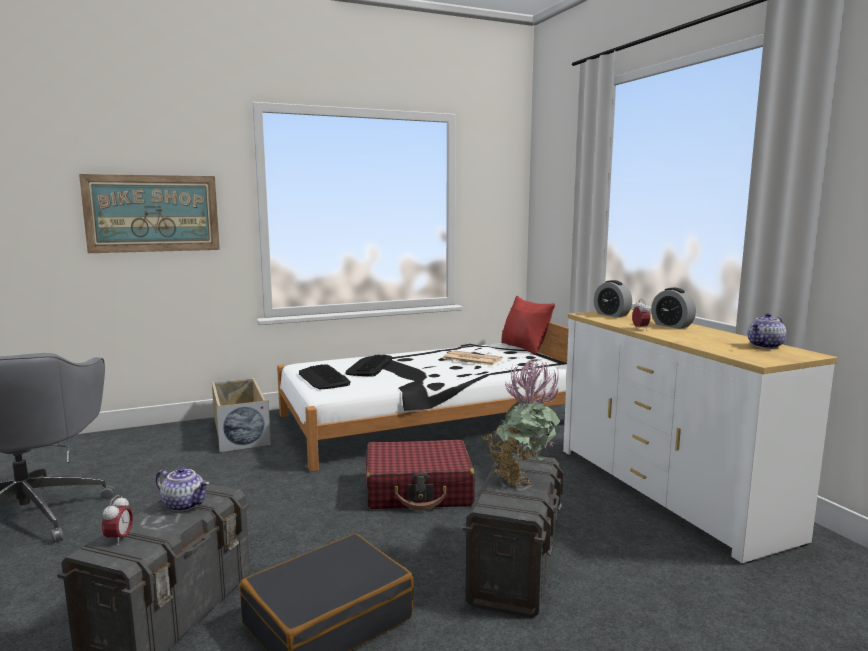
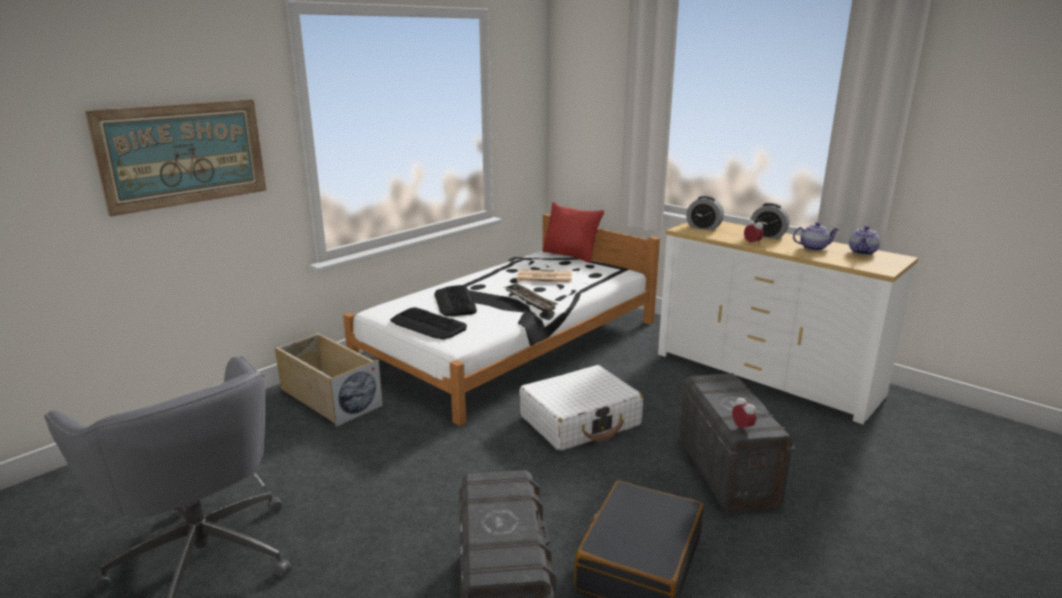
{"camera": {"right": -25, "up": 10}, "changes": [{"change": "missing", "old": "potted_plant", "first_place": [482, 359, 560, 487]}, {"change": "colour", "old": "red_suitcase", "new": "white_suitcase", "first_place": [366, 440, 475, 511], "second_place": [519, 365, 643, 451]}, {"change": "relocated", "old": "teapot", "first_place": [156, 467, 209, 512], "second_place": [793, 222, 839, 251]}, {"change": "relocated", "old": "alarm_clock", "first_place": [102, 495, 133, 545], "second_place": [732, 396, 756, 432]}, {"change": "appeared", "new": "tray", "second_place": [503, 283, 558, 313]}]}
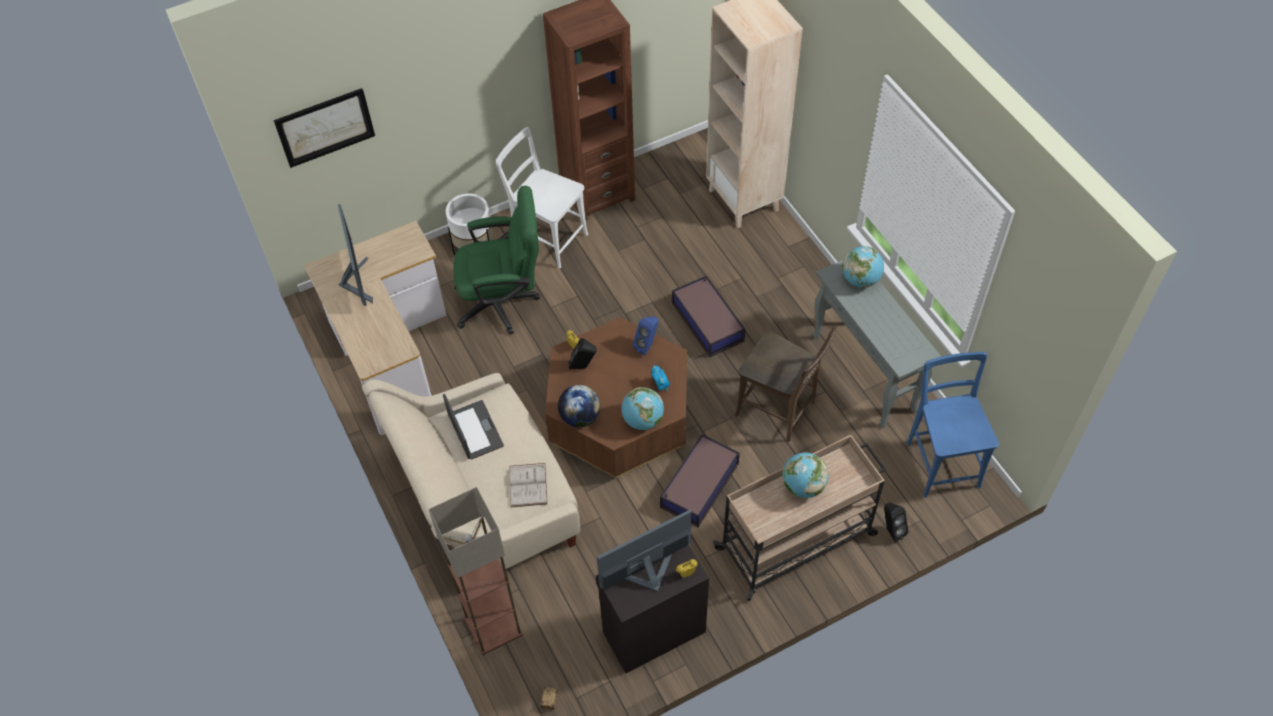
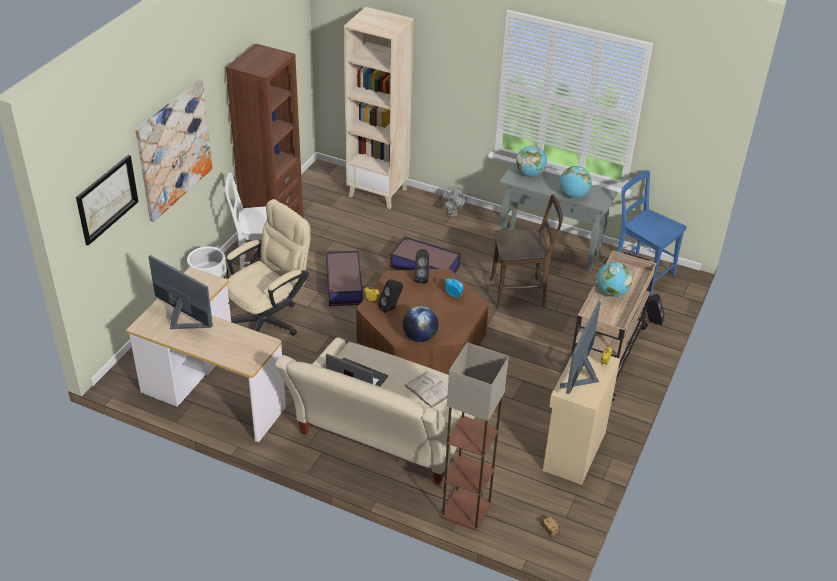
{"camera": {"right": -40, "up": -15}, "changes": [{"change": "colour", "old": "green_office_chair", "new": "beige_office_chair", "first_place": [454, 186, 540, 335], "second_place": [227, 199, 310, 336]}, {"change": "colour", "old": "blue_speaker", "new": "black_speaker", "first_place": [633, 316, 659, 355], "second_place": [414, 249, 429, 283]}, {"change": "relocated", "old": "globe", "first_place": [621, 387, 664, 430], "second_place": [559, 166, 592, 198]}, {"change": "relocated", "old": "storage_box", "first_place": [660, 434, 740, 527], "second_place": [326, 251, 363, 306]}, {"change": "colour", "old": "black_cabinet", "new": "beige_cabinet", "first_place": [596, 545, 709, 674], "second_place": [543, 349, 620, 485]}, {"change": "appeared", "new": "picture", "second_place": [135, 79, 212, 222]}, {"change": "appeared", "new": "grey_fan", "second_place": [440, 187, 467, 217]}]}
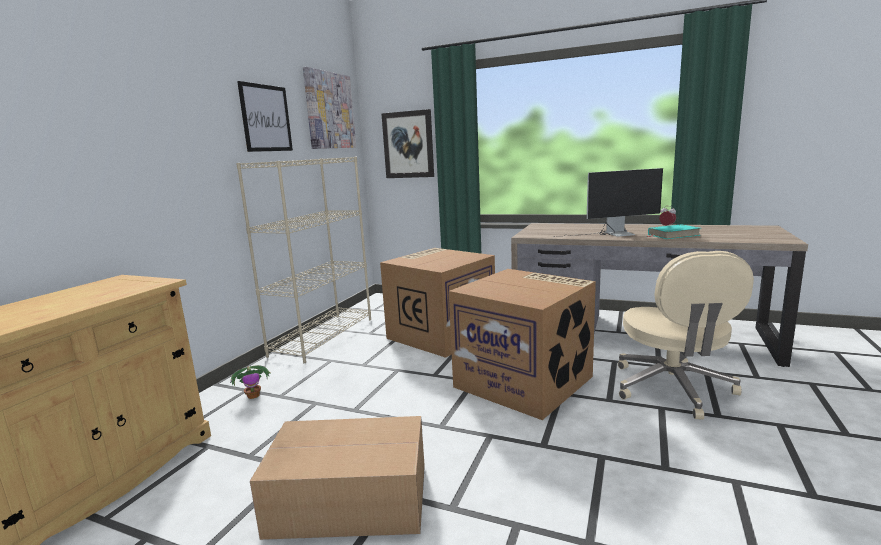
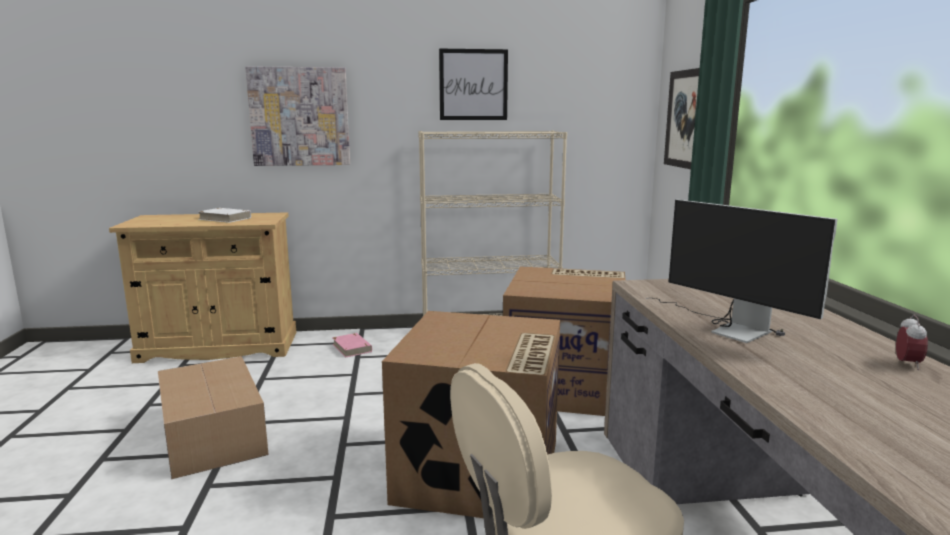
{"camera": {"right": 60, "up": 0}, "changes": [{"change": "relocated", "old": "picture", "first_place": [303, 67, 356, 149], "second_place": [245, 66, 350, 166]}, {"change": "missing", "old": "turquoise_book", "first_place": [647, 224, 700, 239]}, {"change": "exchanged", "old": "potted_plant", "new": "pink_book", "first_place": [230, 365, 271, 399], "second_place": [332, 333, 372, 357]}, {"change": "appeared", "new": "white_book", "second_place": [198, 208, 251, 223]}]}
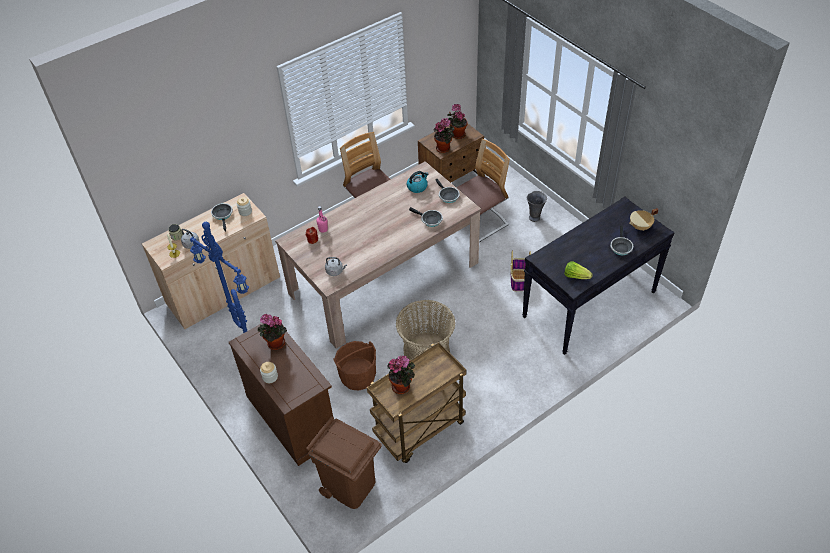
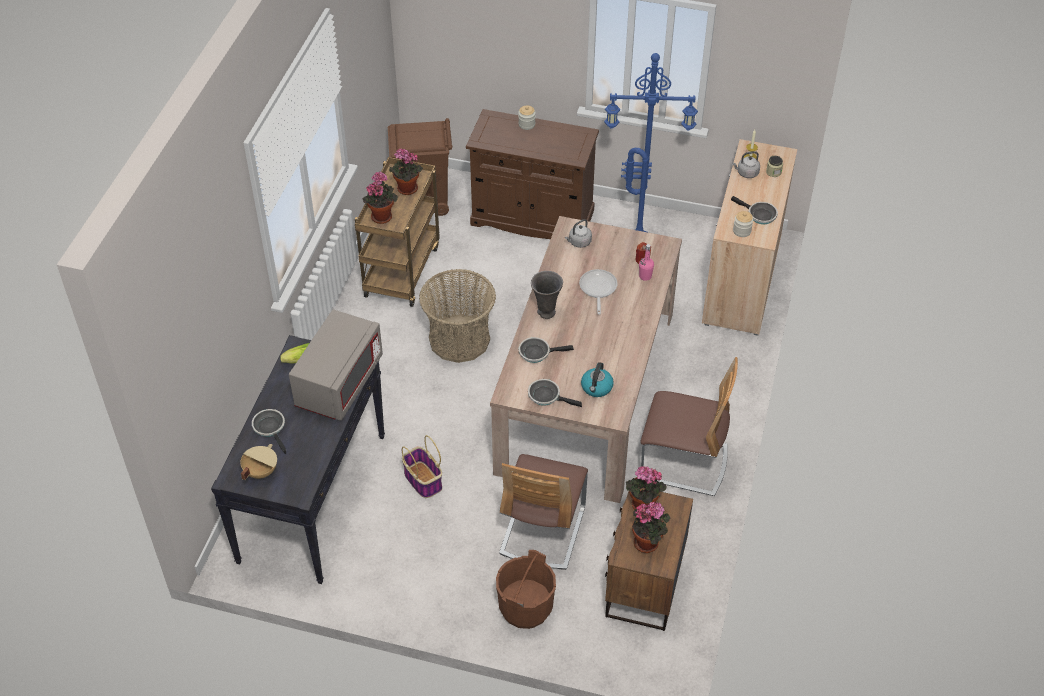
{"camera": {"right": 140, "up": 0}, "changes": [{"change": "relocated", "old": "grey_vase", "first_place": [527, 191, 547, 222], "second_place": [531, 271, 563, 319]}, {"change": "relocated", "old": "potted_plant", "first_place": [258, 314, 287, 350], "second_place": [362, 172, 398, 224]}, {"change": "relocated", "old": "brown_bucket", "first_place": [333, 341, 376, 390], "second_place": [496, 550, 556, 629]}, {"change": "appeared", "new": "frying_pan", "second_place": [579, 269, 618, 314]}, {"change": "appeared", "new": "grey_microwave", "second_place": [289, 309, 383, 421]}]}
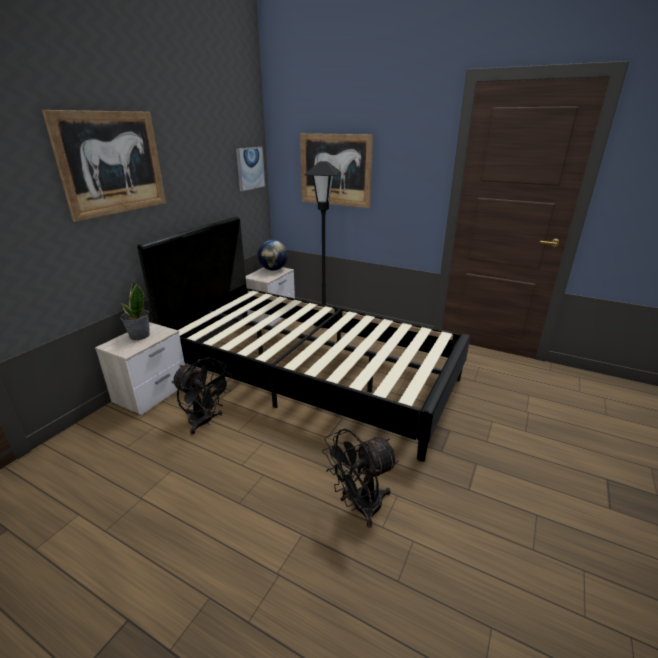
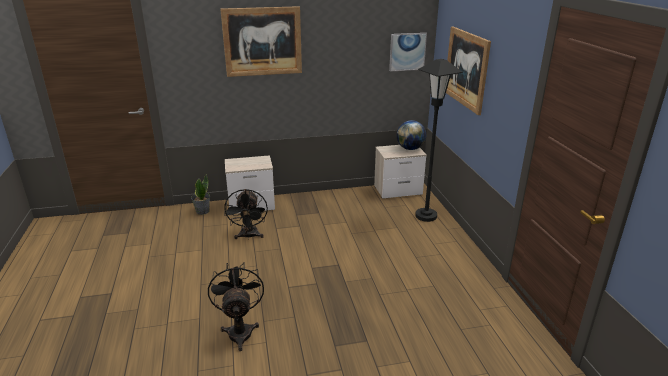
{"camera": {"right": 50, "up": 0}, "changes": [{"change": "missing", "old": "black_bed", "first_place": [137, 217, 470, 462]}, {"change": "relocated", "old": "potted_plant", "first_place": [120, 280, 150, 340], "second_place": [191, 174, 210, 215]}, {"change": "spun", "old": "black_fan", "first_place": [322, 428, 399, 528], "second_place": [208, 262, 264, 351], "degrees": 60}]}
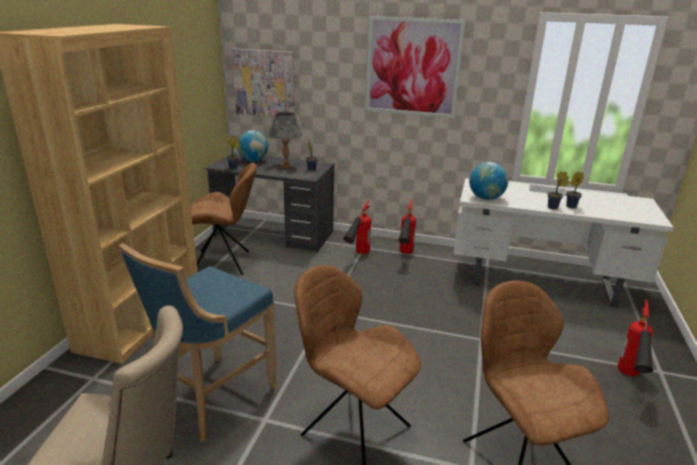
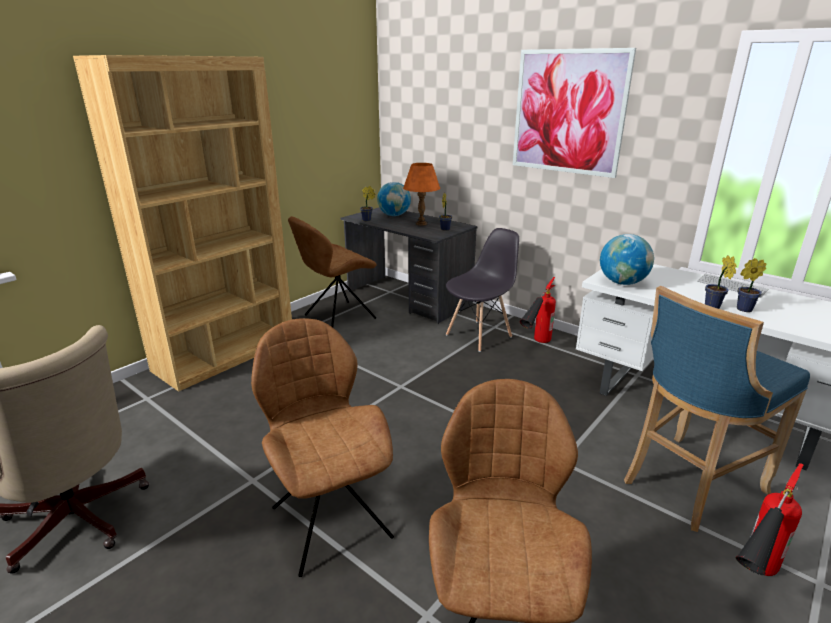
{"camera": {"right": 25, "up": 0}, "changes": [{"change": "missing", "old": "picture", "first_place": [232, 48, 295, 117]}, {"change": "colour", "old": "grey_table_lamp", "new": "orange_table_lamp", "first_place": [269, 112, 302, 168], "second_place": [403, 163, 440, 226]}, {"change": "spun", "old": "brown_chair", "first_place": [190, 163, 257, 275], "second_place": [288, 216, 377, 327], "degrees": 120}, {"change": "exchanged", "old": "fire_extinguisher", "new": "grey_chair", "first_place": [343, 200, 371, 254], "second_place": [446, 228, 519, 352]}, {"change": "relocated", "old": "blue_stool", "first_place": [118, 243, 279, 441], "second_place": [624, 286, 810, 532]}]}
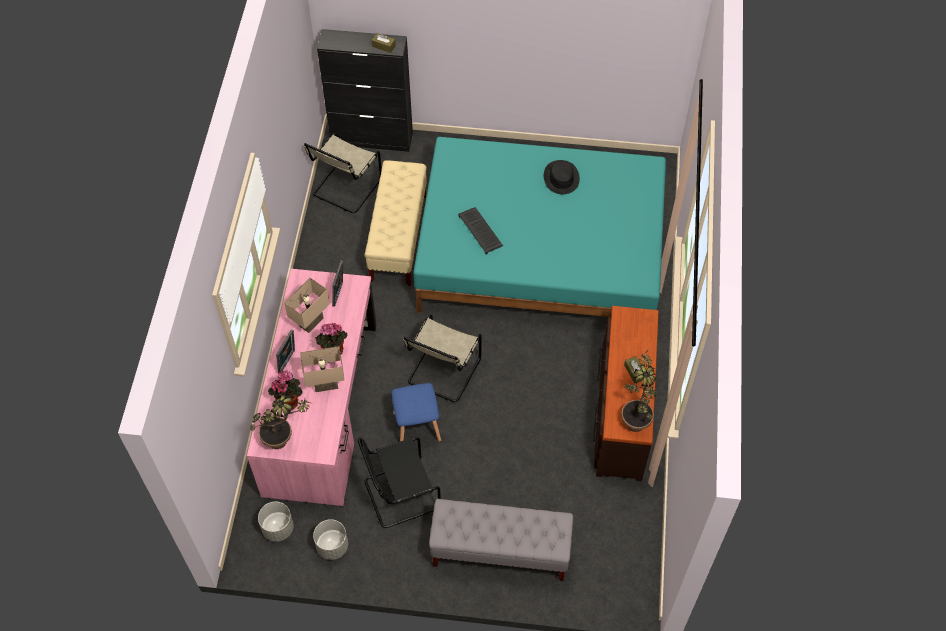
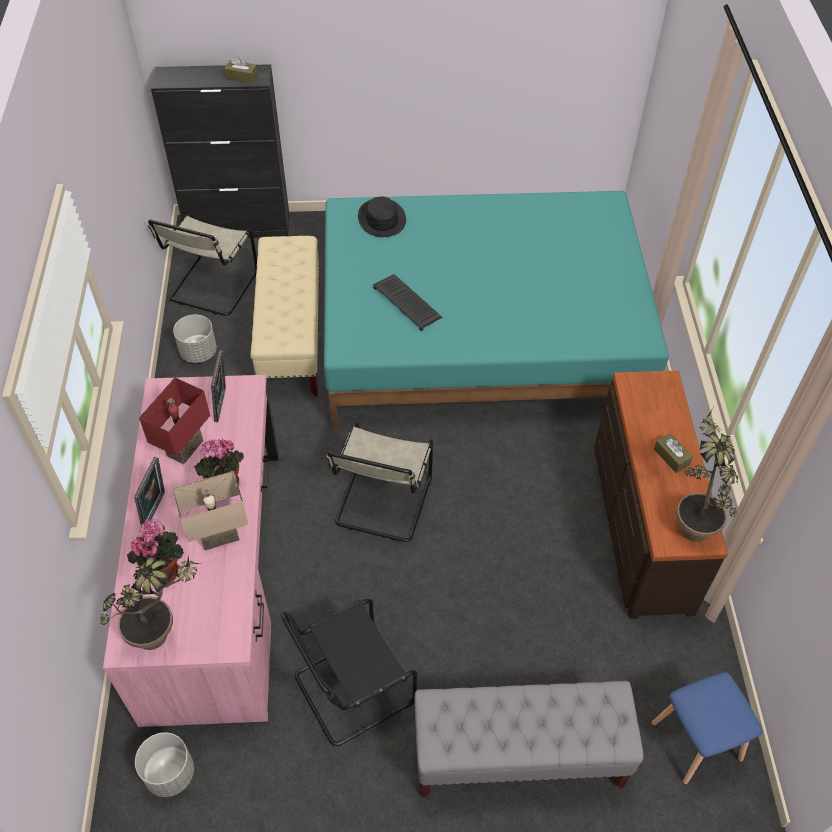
{"camera": {"right": -10, "up": -5}, "changes": [{"change": "relocated", "old": "black_hat", "first_place": [544, 160, 580, 194], "second_place": [358, 197, 406, 237]}, {"change": "colour", "old": "beige_table_lamp", "new": "red_table_lamp", "first_place": [284, 278, 330, 333], "second_place": [139, 378, 210, 465]}, {"change": "relocated", "old": "blue_stool", "first_place": [391, 383, 441, 442], "second_place": [652, 672, 763, 785]}, {"change": "relocated", "old": "grey_planter", "first_place": [313, 519, 348, 560], "second_place": [173, 315, 217, 363]}]}
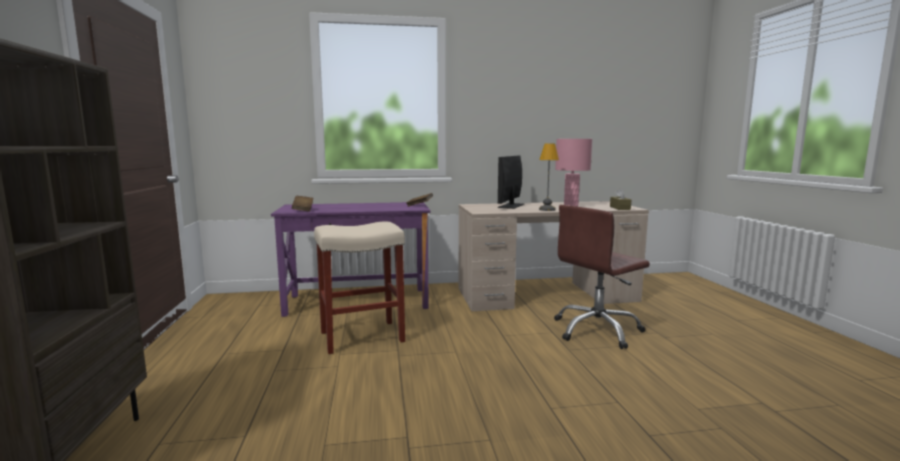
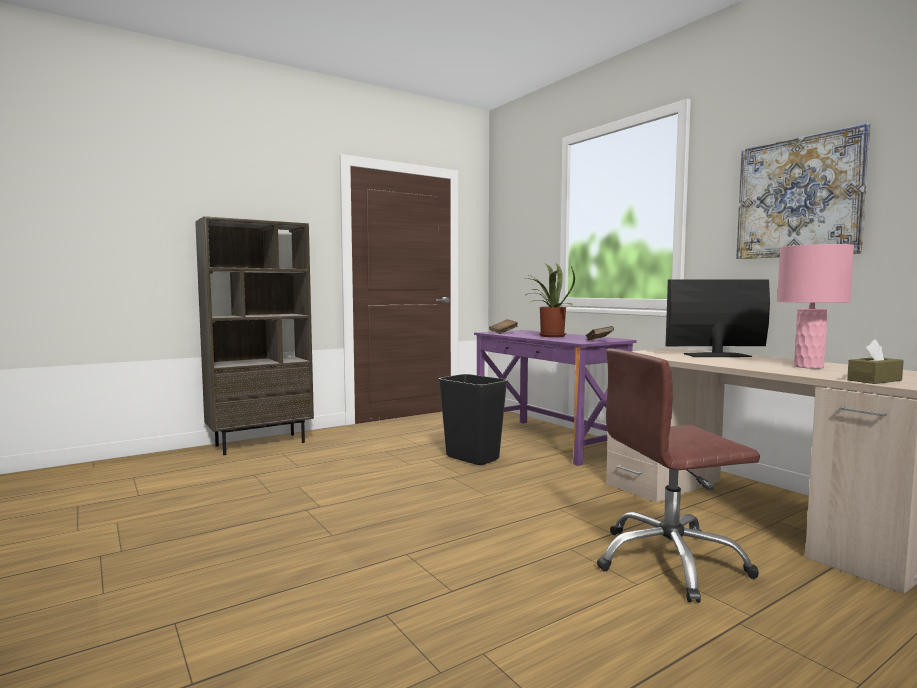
{"camera": {"right": 65, "up": -5}, "changes": [{"change": "missing", "old": "table_lamp", "first_place": [539, 144, 559, 211]}, {"change": "spun", "old": "brown_office_chair", "first_place": [554, 205, 650, 349], "second_place": [597, 348, 760, 603], "degrees": -45}, {"change": "exchanged", "old": "beige_stool", "new": "black_trash_can", "first_place": [314, 221, 405, 354], "second_place": [438, 374, 508, 465]}, {"change": "appeared", "new": "picture", "second_place": [736, 123, 871, 259]}, {"change": "appeared", "new": "potted_plant", "second_place": [525, 263, 575, 337]}]}
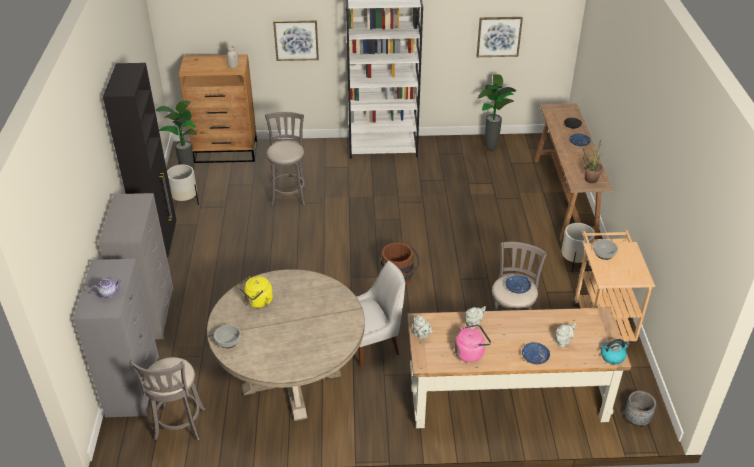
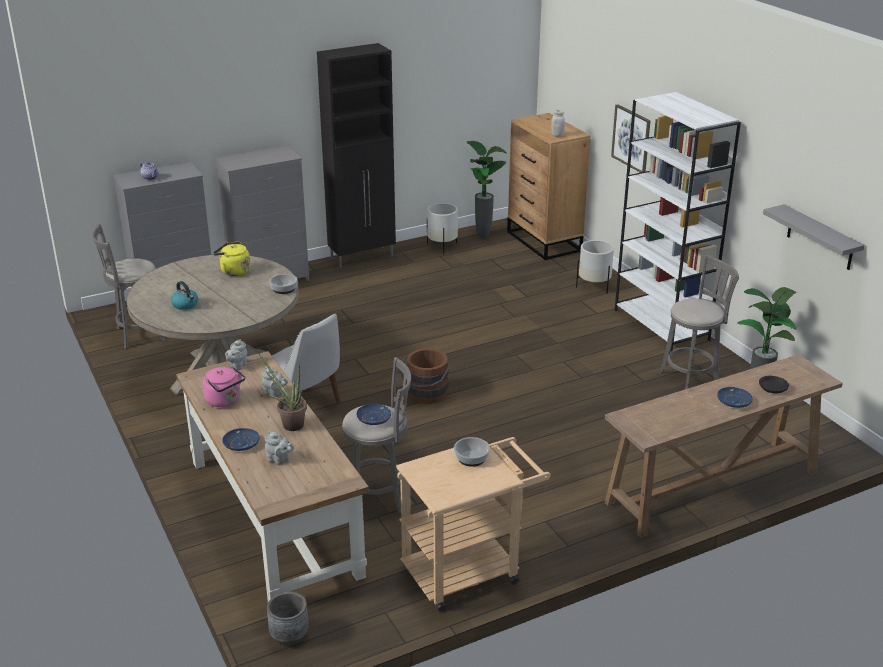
{"camera": {"right": 65, "up": -10}, "changes": [{"change": "exchanged", "old": "picture", "new": "grey_shelf", "first_place": [477, 17, 523, 57], "second_place": [763, 204, 865, 270]}, {"change": "relocated", "old": "grey_stool", "first_place": [265, 112, 307, 206], "second_place": [658, 255, 739, 389]}, {"change": "relocated", "old": "potted_plant", "first_place": [583, 140, 603, 183], "second_place": [258, 353, 307, 431]}, {"change": "relocated", "old": "white_planter", "first_place": [561, 223, 595, 273], "second_place": [576, 240, 614, 294]}, {"change": "relocated", "old": "bowl", "first_place": [214, 325, 241, 348], "second_place": [269, 274, 298, 294]}, {"change": "relocated", "old": "kettle", "first_place": [601, 339, 630, 364], "second_place": [171, 281, 198, 310]}]}
